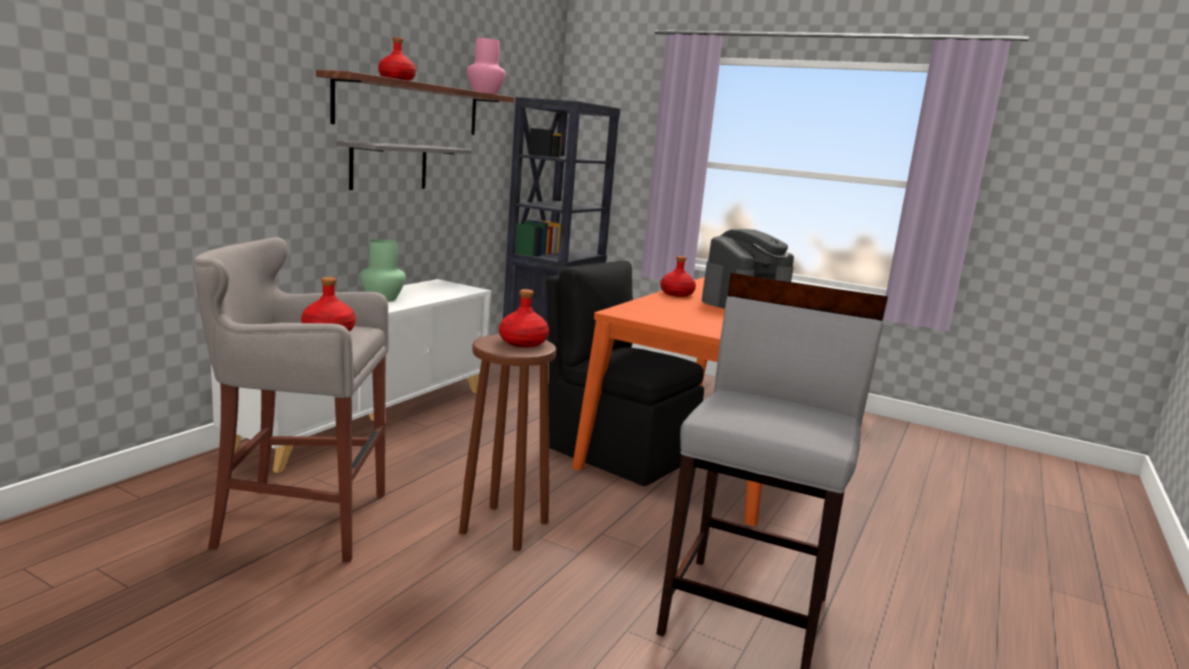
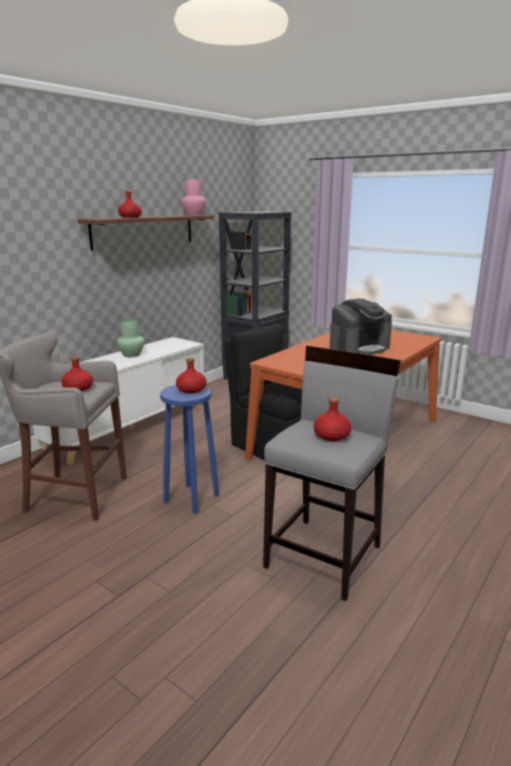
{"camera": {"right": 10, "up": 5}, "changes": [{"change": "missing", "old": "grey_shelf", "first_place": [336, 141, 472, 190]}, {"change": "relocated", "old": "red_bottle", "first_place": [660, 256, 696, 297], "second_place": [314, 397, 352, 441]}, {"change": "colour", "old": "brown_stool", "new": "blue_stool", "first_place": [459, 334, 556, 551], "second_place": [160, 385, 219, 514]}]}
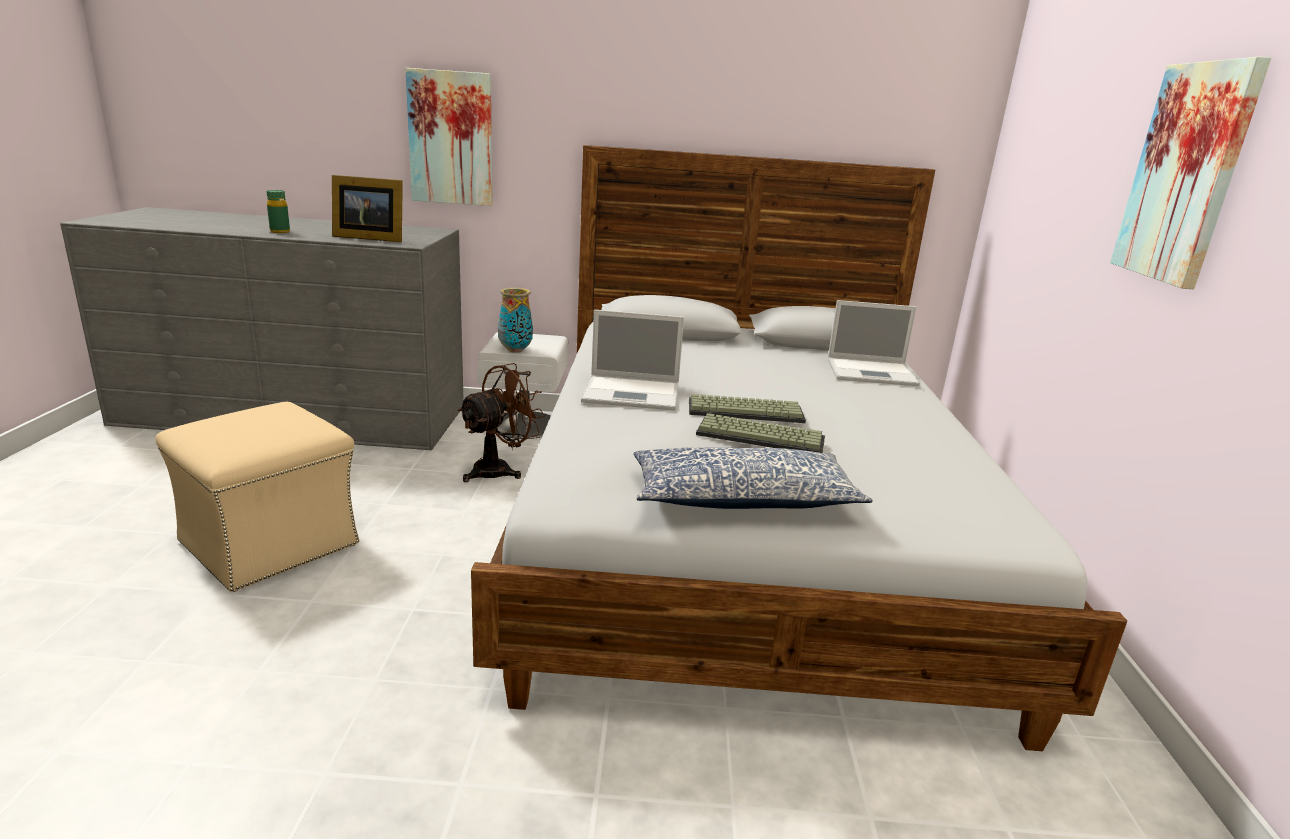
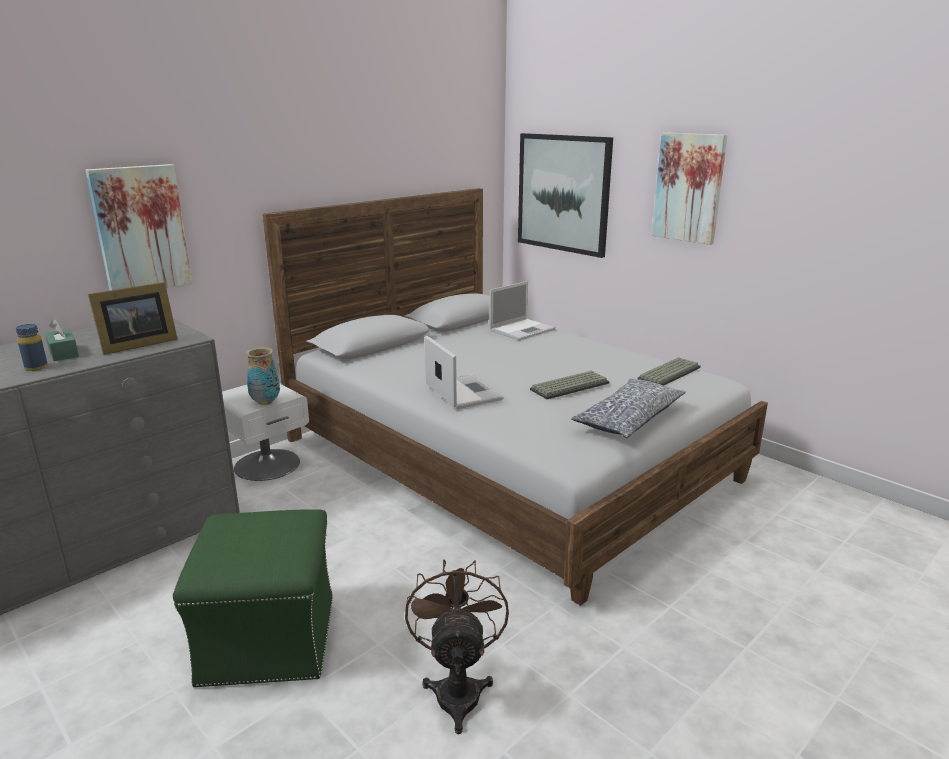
{"camera": {"right": -45, "up": 0}, "changes": [{"change": "colour", "old": "green_bottle", "new": "blue_bottle", "first_place": [267, 190, 290, 233], "second_place": [16, 324, 48, 371]}, {"change": "spun", "old": "laptop", "first_place": [581, 310, 684, 410], "second_place": [425, 336, 504, 409], "degrees": -75}, {"change": "relocated", "old": "brown_fan", "first_place": [458, 363, 545, 482], "second_place": [405, 560, 509, 734]}, {"change": "relocated", "old": "keyboard", "first_place": [689, 394, 806, 423], "second_place": [638, 357, 701, 386]}, {"change": "colour", "old": "beige_ottoman", "new": "green_ottoman", "first_place": [156, 402, 359, 592], "second_place": [173, 509, 333, 687]}, {"change": "appeared", "new": "picture", "second_place": [518, 133, 613, 258]}, {"change": "appeared", "new": "green_tissue_box", "second_place": [45, 319, 79, 361]}]}
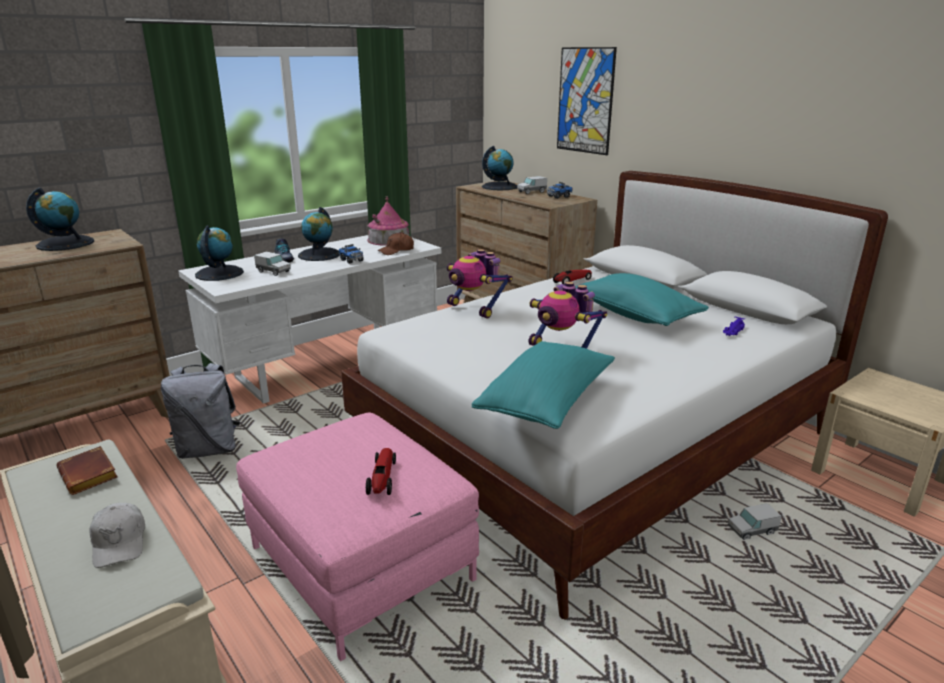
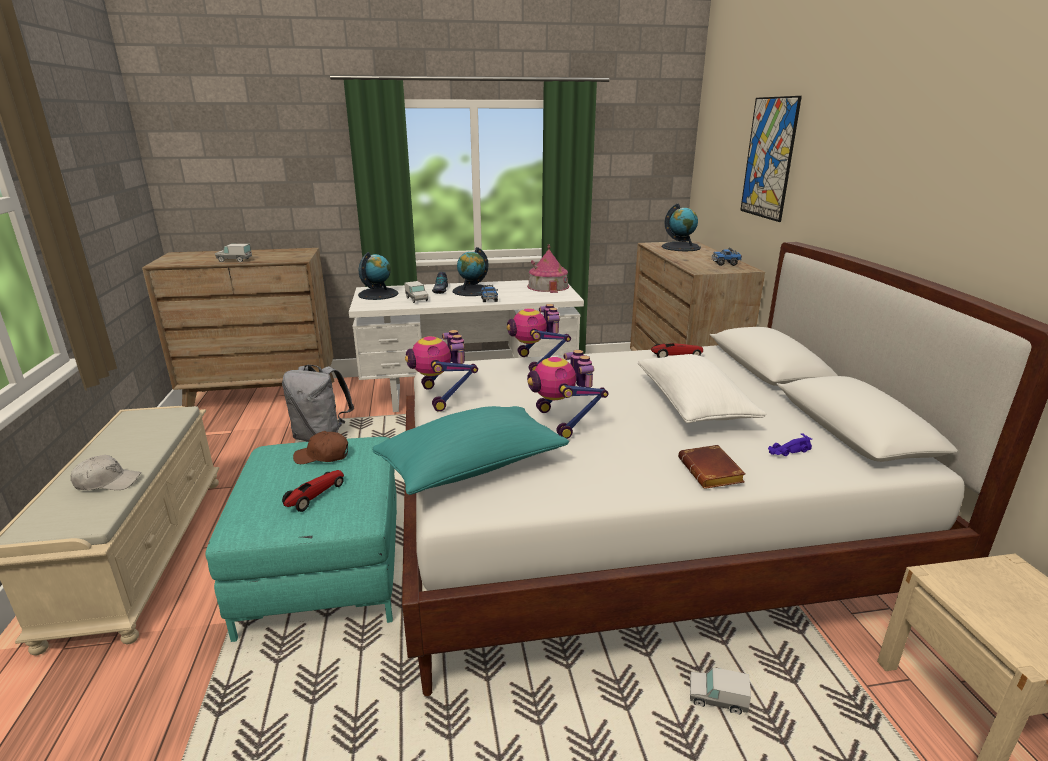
{"camera": {"right": 30, "up": 0}, "changes": [{"change": "relocated", "old": "toy_truck", "first_place": [517, 176, 547, 194], "second_place": [215, 244, 252, 262]}, {"change": "missing", "old": "globe", "first_place": [26, 187, 94, 251]}, {"change": "relocated", "old": "brown_cap", "first_place": [378, 233, 414, 255], "second_place": [293, 431, 348, 464]}, {"change": "colour", "old": "turquoise_pillow", "new": "white_pillow", "first_place": [575, 273, 709, 326], "second_place": [638, 354, 767, 423]}, {"change": "colour", "old": "pink_ottoman", "new": "turquoise_ottoman", "first_place": [236, 413, 479, 661], "second_place": [205, 437, 397, 642]}, {"change": "relocated", "old": "brown_book", "first_place": [56, 446, 118, 495], "second_place": [678, 445, 746, 489]}, {"change": "spun", "old": "white_cap", "first_place": [90, 503, 145, 568], "second_place": [71, 455, 141, 490], "degrees": -105}, {"change": "appeared", "new": "toy_robot", "second_place": [405, 330, 478, 412]}]}
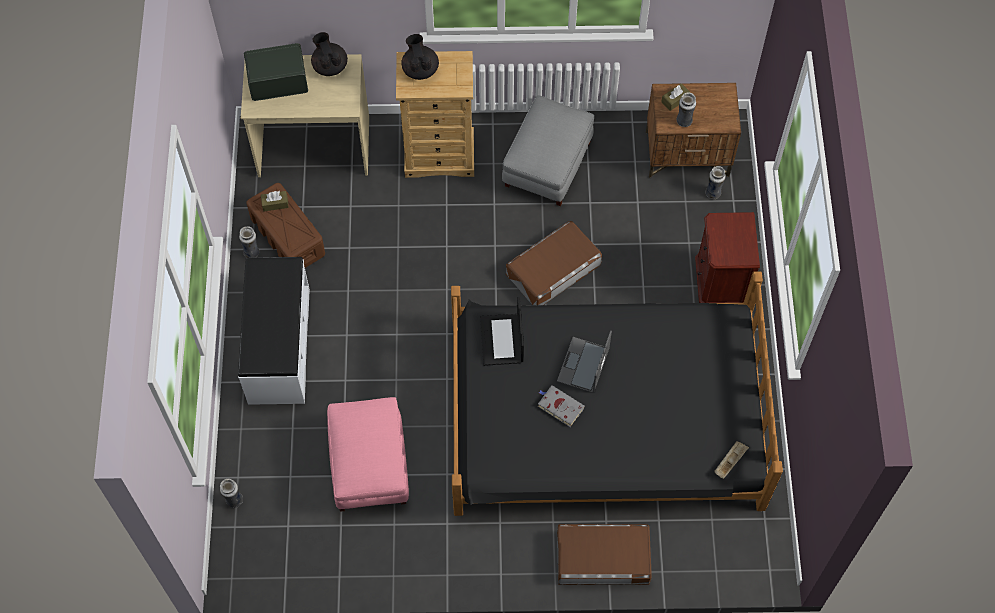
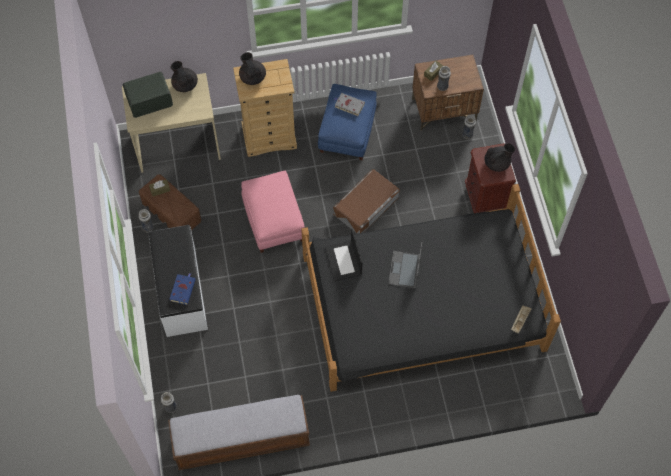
{"camera": {"right": -10, "up": 0}, "changes": [{"change": "colour", "old": "grey_ottoman", "new": "blue_ottoman", "first_place": [502, 95, 594, 206], "second_place": [318, 84, 377, 160]}, {"change": "relocated", "old": "grey_book", "first_place": [538, 385, 585, 427], "second_place": [334, 93, 365, 116]}, {"change": "relocated", "old": "pink_ottoman", "first_place": [327, 397, 409, 512], "second_place": [241, 171, 305, 253]}, {"change": "missing", "old": "brown_storage_box", "first_place": [557, 524, 652, 585]}, {"change": "appeared", "new": "black_teapot", "second_place": [484, 143, 515, 172]}, {"change": "appeared", "new": "blue_book", "second_place": [170, 274, 196, 305]}, {"change": "appeared", "new": "bench", "second_place": [168, 395, 310, 470]}]}
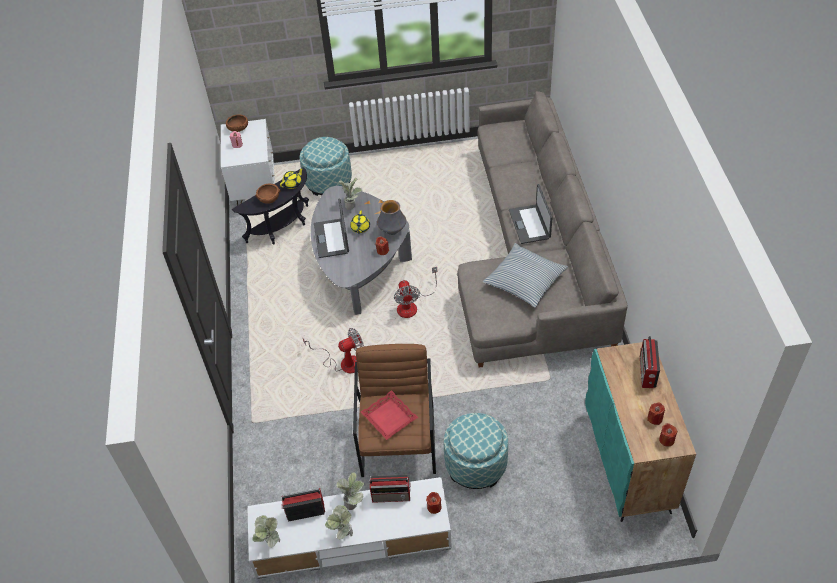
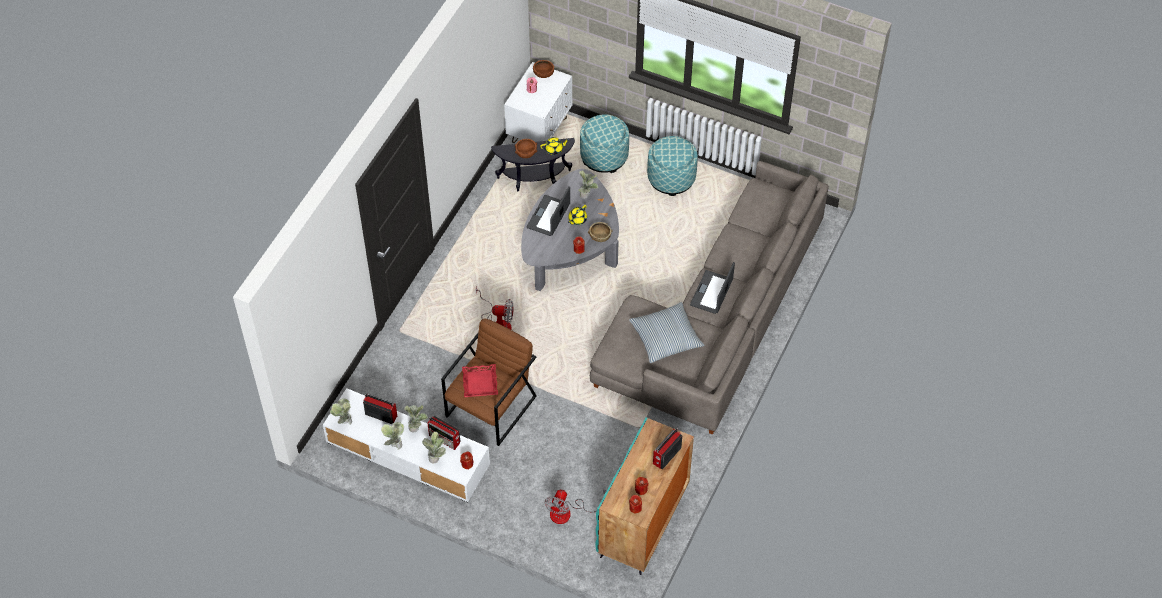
{"camera": {"right": 30, "up": 5}, "changes": [{"change": "exchanged", "old": "vase", "new": "brown_bowl", "first_place": [377, 200, 406, 235], "second_place": [588, 222, 613, 242]}, {"change": "relocated", "old": "fan", "first_place": [394, 267, 437, 318], "second_place": [544, 489, 607, 524]}, {"change": "relocated", "old": "ottoman", "first_place": [444, 413, 508, 489], "second_place": [647, 136, 698, 196]}, {"change": "appeared", "new": "potted_plant", "second_place": [422, 432, 446, 463]}]}
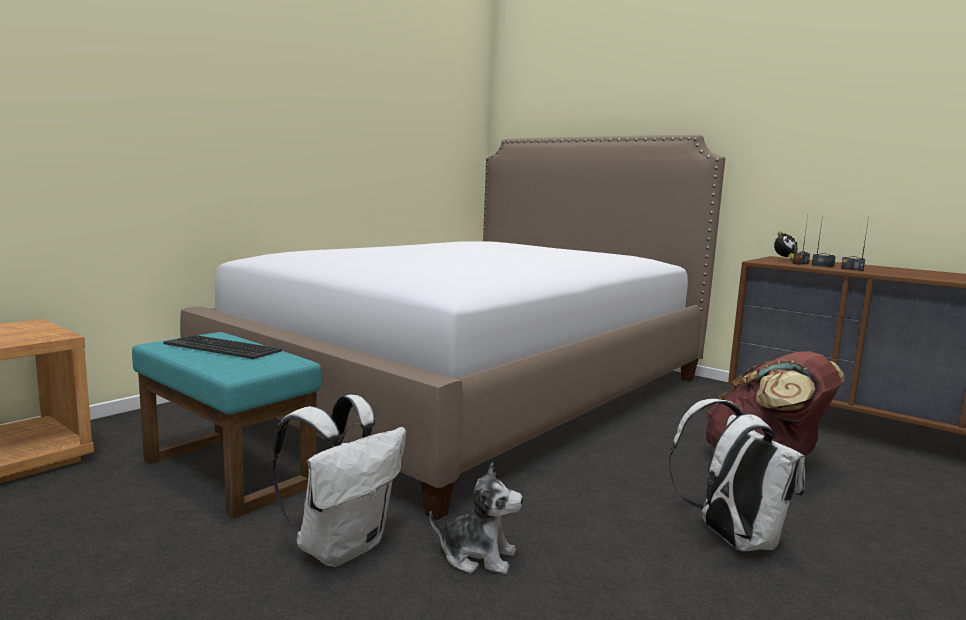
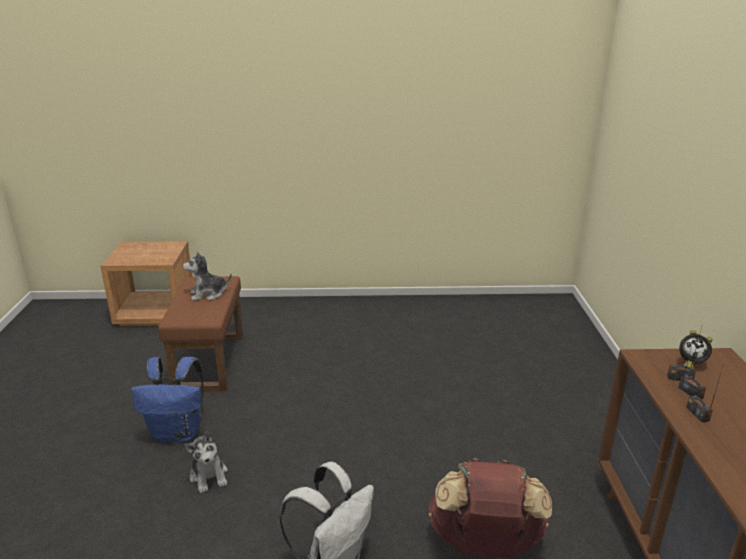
{"camera": {"right": 50, "up": 15}, "changes": [{"change": "missing", "old": "bed", "first_place": [180, 135, 725, 520]}, {"change": "colour", "old": "turquoise_ottoman", "new": "brown_ottoman", "first_place": [132, 332, 321, 519], "second_place": [158, 276, 244, 392]}, {"change": "exchanged", "old": "keyboard", "new": "plush_toy", "first_place": [163, 335, 282, 360], "second_place": [182, 251, 232, 301]}, {"change": "colour", "old": "white_backpack", "new": "blue_backpack", "first_place": [272, 395, 406, 567], "second_place": [132, 356, 204, 442]}]}
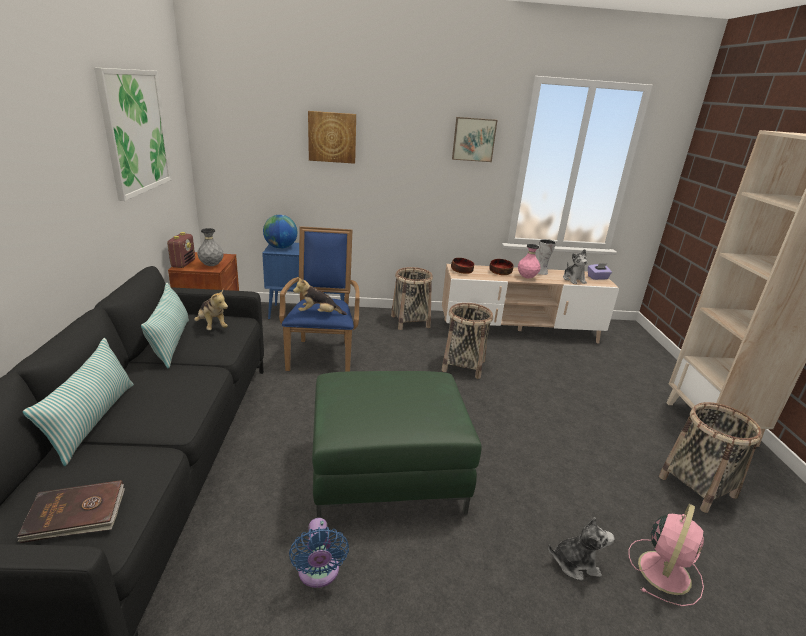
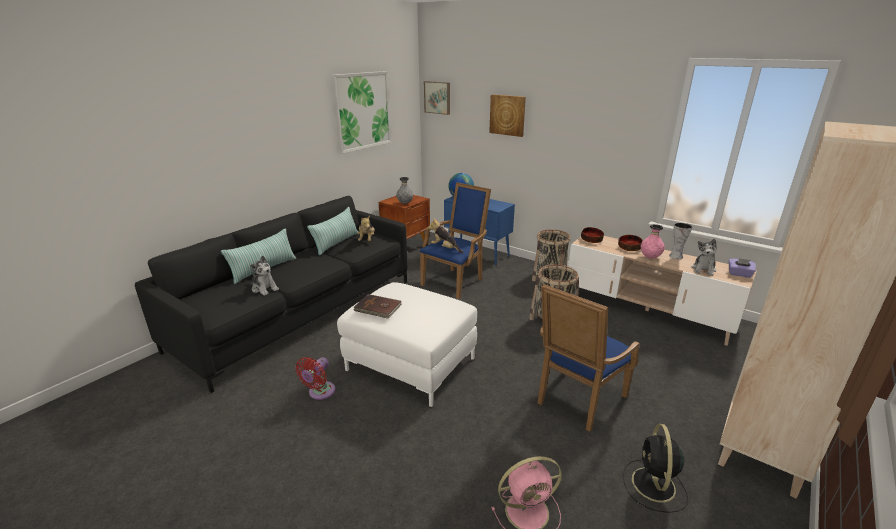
{"camera": {"right": 40, "up": 0}, "changes": [{"change": "relocated", "old": "picture", "first_place": [452, 117, 497, 162], "second_place": [424, 81, 450, 115]}, {"change": "missing", "old": "radio", "first_place": [167, 232, 195, 268]}, {"change": "colour", "old": "green_ottoman", "new": "white_ottoman", "first_place": [312, 371, 482, 518], "second_place": [337, 282, 477, 407]}, {"change": "exchanged", "old": "basket", "new": "black_fan", "first_place": [659, 402, 762, 513], "second_place": [623, 424, 688, 513]}, {"change": "relocated", "old": "brown_book", "first_place": [17, 480, 125, 543], "second_place": [353, 294, 401, 319]}, {"change": "relocated", "old": "plush_toy", "first_place": [548, 517, 614, 581], "second_place": [250, 255, 279, 296]}, {"change": "colour", "old": "blue_fan", "new": "red_fan", "first_place": [289, 518, 349, 588], "second_place": [296, 357, 335, 400]}, {"change": "appeared", "new": "blue_armchair", "second_place": [537, 284, 640, 432]}]}
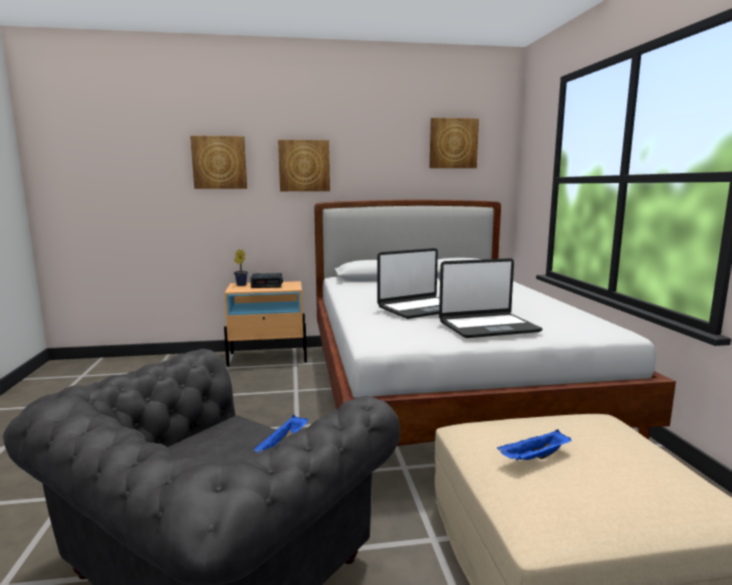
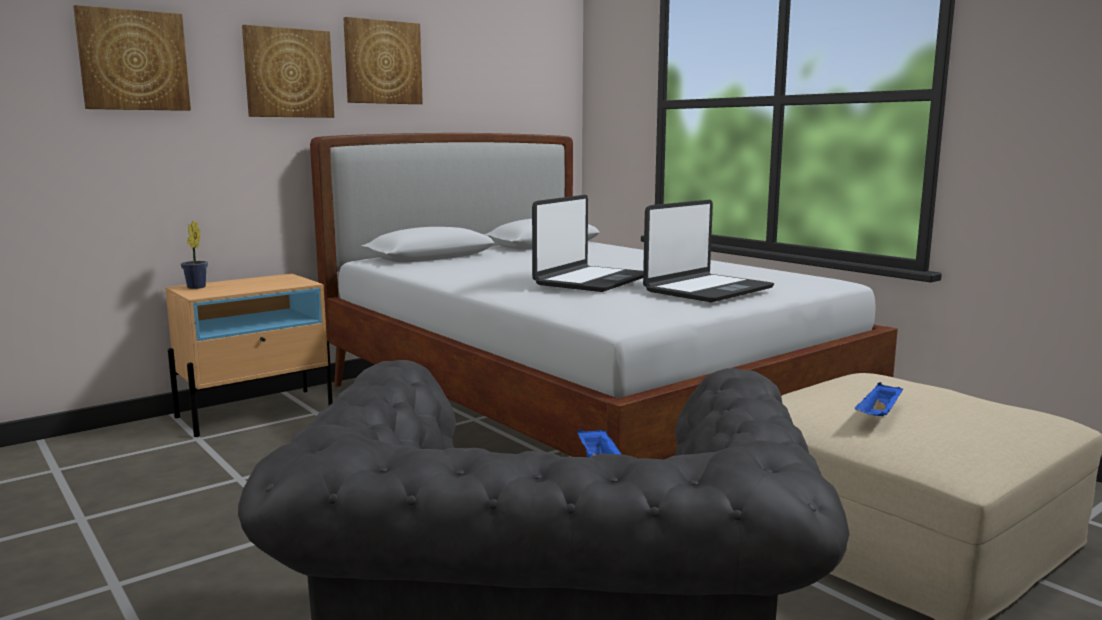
{"camera": {"right": -30, "up": 0}, "changes": [{"change": "relocated", "old": "picture", "first_place": [430, 118, 479, 168], "second_place": [343, 17, 423, 104]}, {"change": "missing", "old": "alarm_clock", "first_place": [251, 273, 283, 288]}]}
